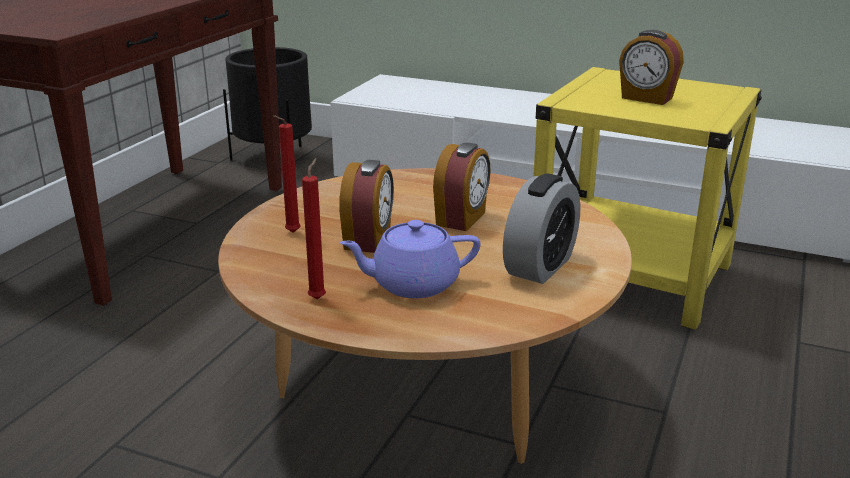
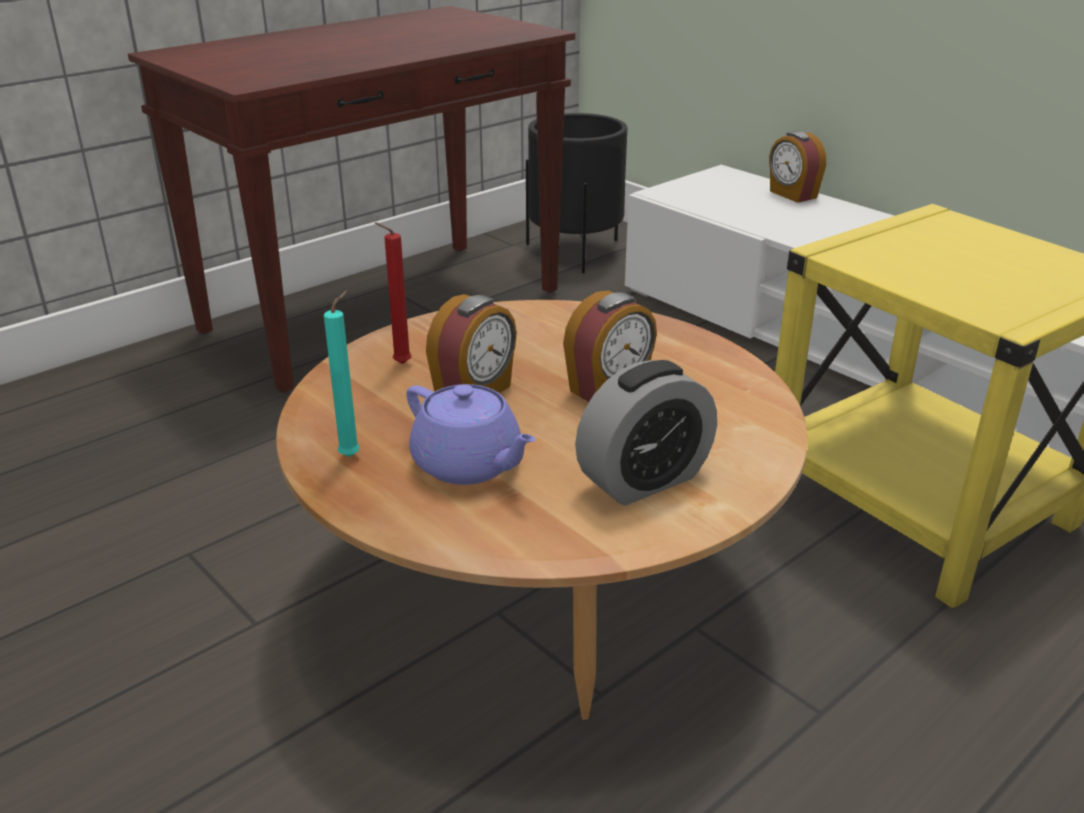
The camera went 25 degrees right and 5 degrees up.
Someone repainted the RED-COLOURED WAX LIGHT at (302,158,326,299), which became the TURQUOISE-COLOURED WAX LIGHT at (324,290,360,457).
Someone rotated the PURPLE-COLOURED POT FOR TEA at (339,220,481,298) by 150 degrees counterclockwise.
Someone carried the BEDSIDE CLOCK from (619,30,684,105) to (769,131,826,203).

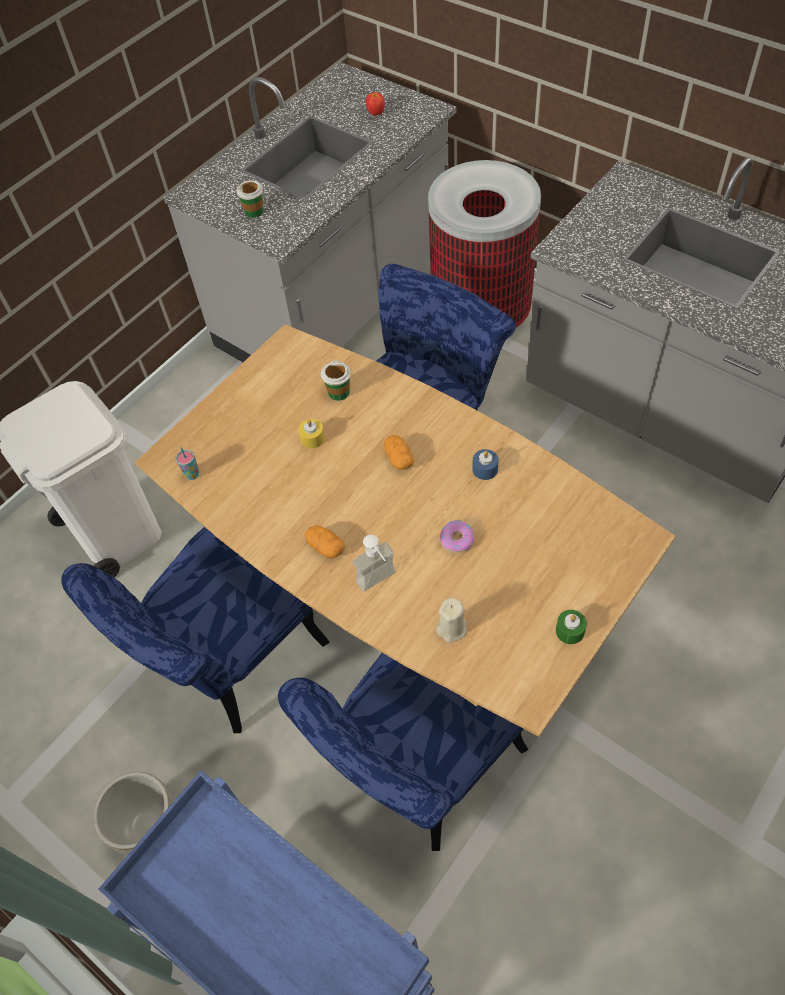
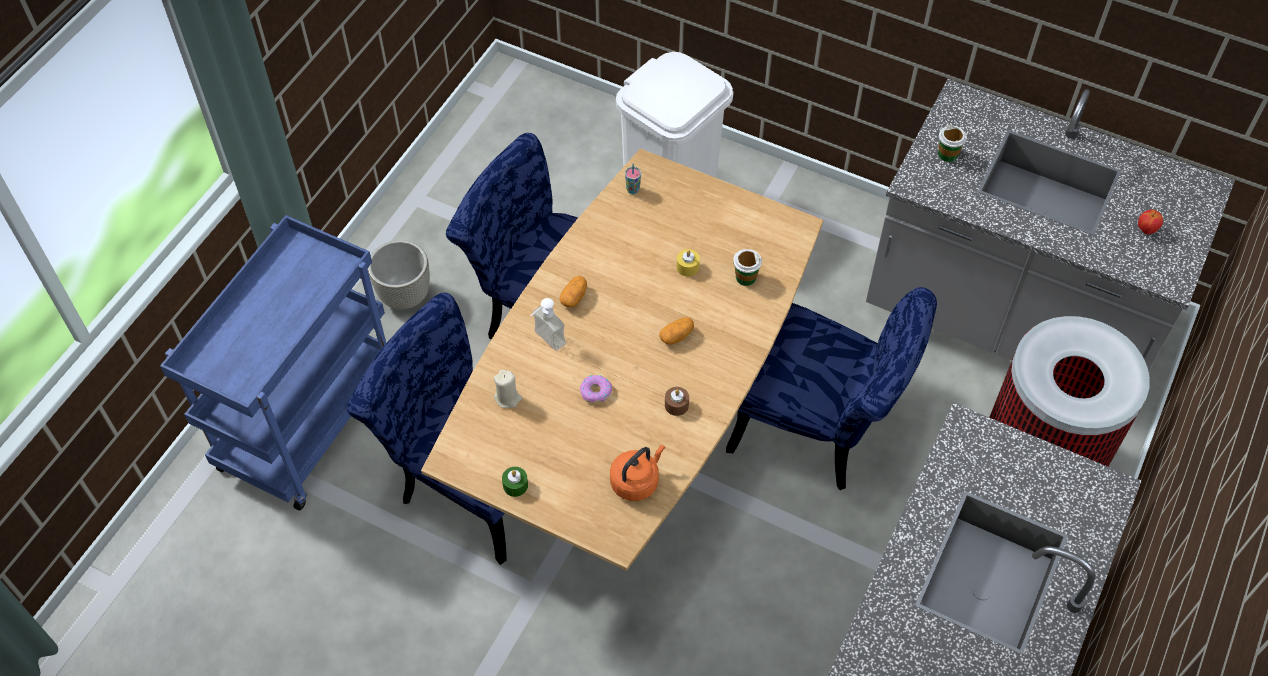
The camera went 75 degrees right and 0 degrees up.
Someone put down the ORANGE-COLOURED KETTLE at (610,445,665,501).
Someone repainted the BLUE WAX LIGHT at (472,449,499,480), which became the BROWN WAX LIGHT at (665,387,689,416).

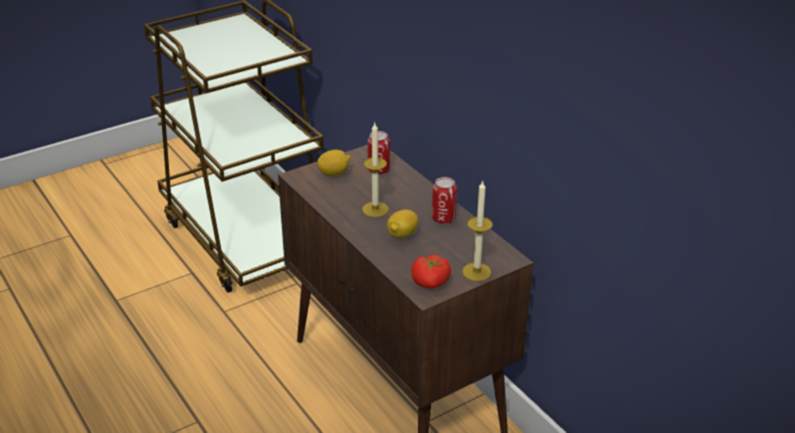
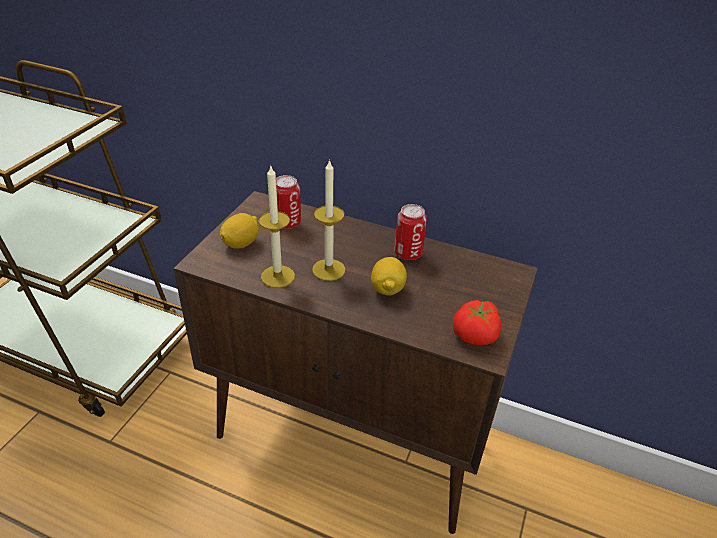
The camera went 35 degrees left and 5 degrees up.
Someone carried the WAX LIGHT from (462,180,493,281) to (259,166,295,288).

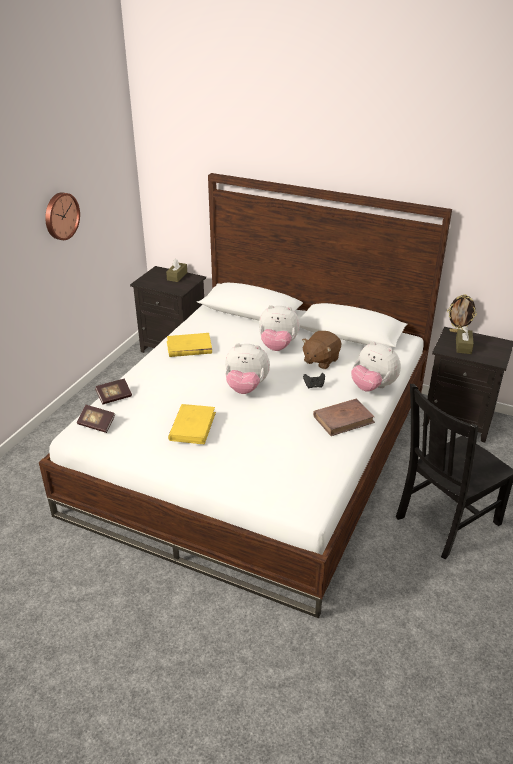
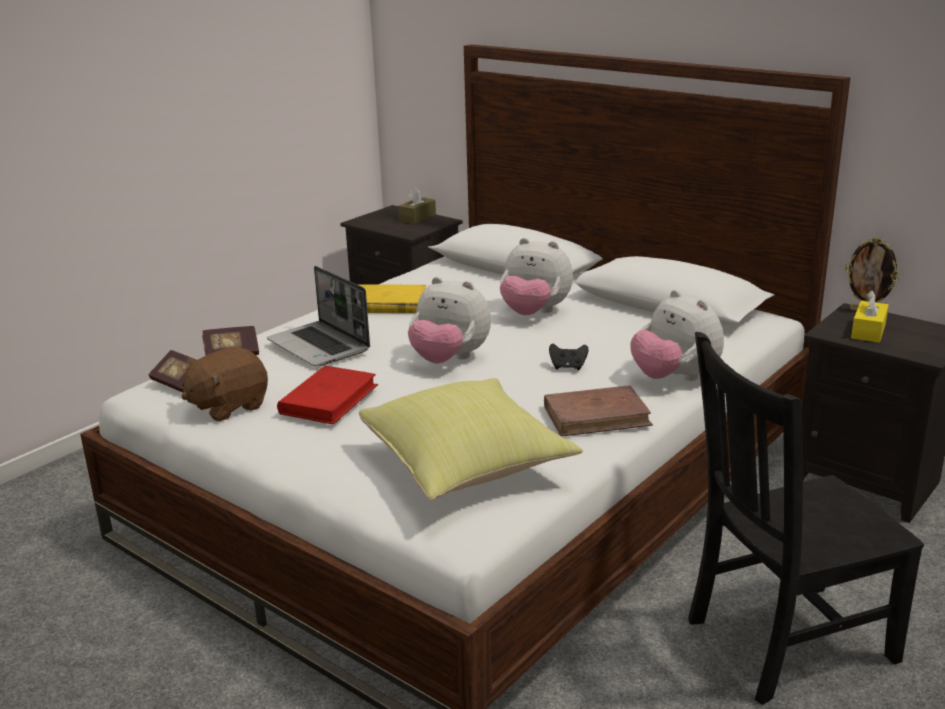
The camera went 15 degrees right and 10 degrees down.
Someone carried the BROWN SOFT TOY from (302,331,341,369) to (182,347,268,421).
Someone put down the NOTEBOOK COMPUTER at (267,266,370,366).
Someone repainted the YELLOWISH BOOK at (168,404,216,444), which became the RED-COLOURED BOOK at (277,366,378,425).
Someone put down the YELLOWISH THROW PILLOW at (359,378,583,500).
Someone repainted the BROWN TISSUE HOLDER at (456,326,474,354), which became the YELLOWISH TISSUE HOLDER at (851,290,889,343).
Someone took away the WALL CLOCK at (45,192,80,240).

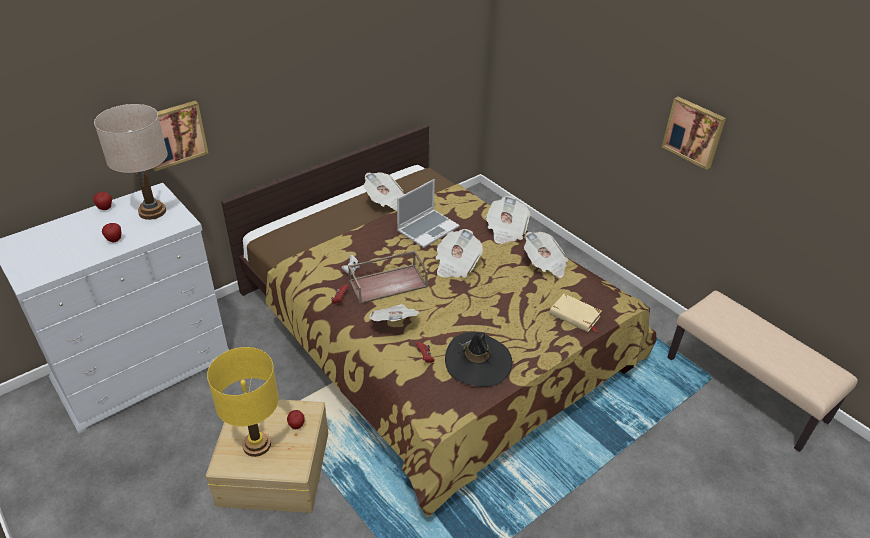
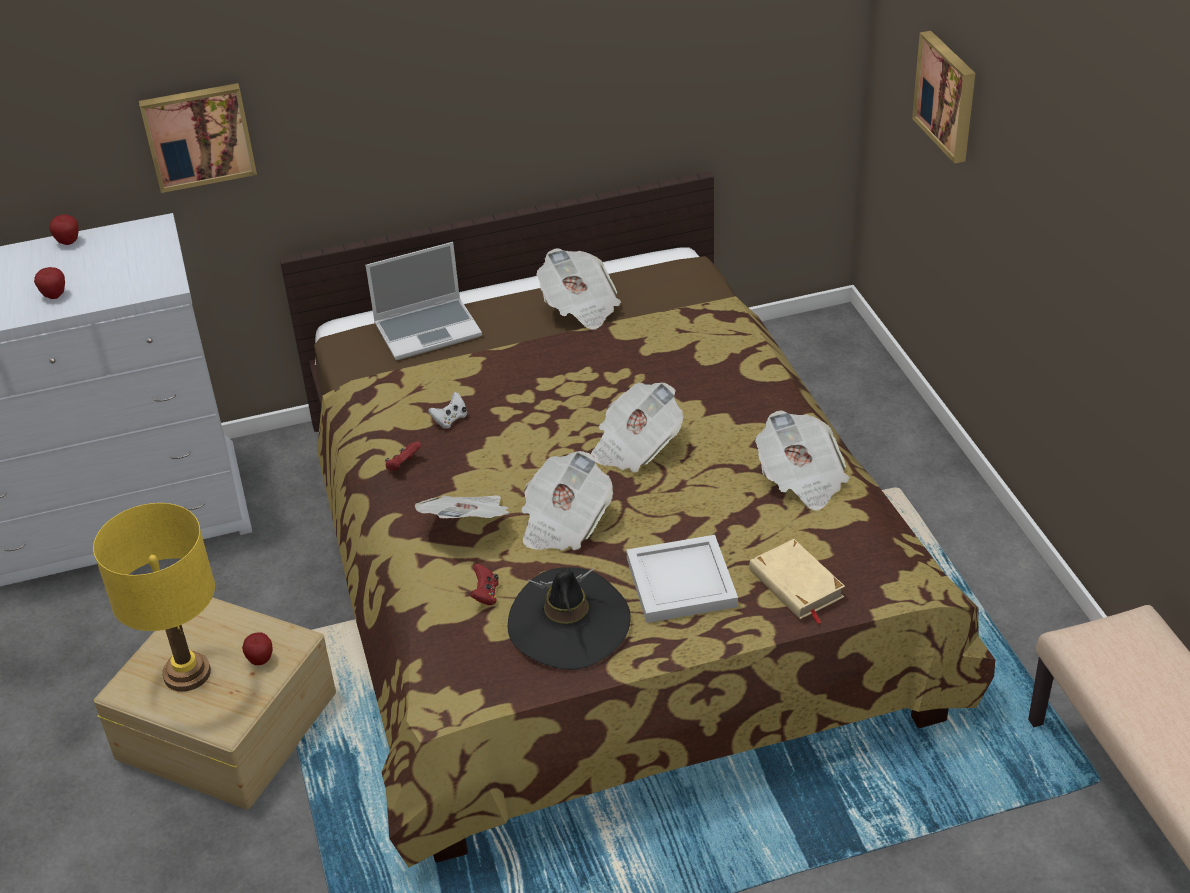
The camera went 25 degrees right and 0 degrees up.
Someone carried the NOTEBOOK COMPUTER from (397,179,460,248) to (366,242,482,360).
Someone carried the DAILY PAPER from (485,196,530,244) to (521,451,613,550).
Someone put down the WHITE-COLOURED SERVING TRAY at (627,535,738,623).
Someone carried the PICTURE from (662,97,726,170) to (912,31,975,164).
Someone took away the SAND-COLOURED TABLE LAMP at (94,104,168,220).
Someone took away the BROWN SERVING TRAY at (348,250,428,304).

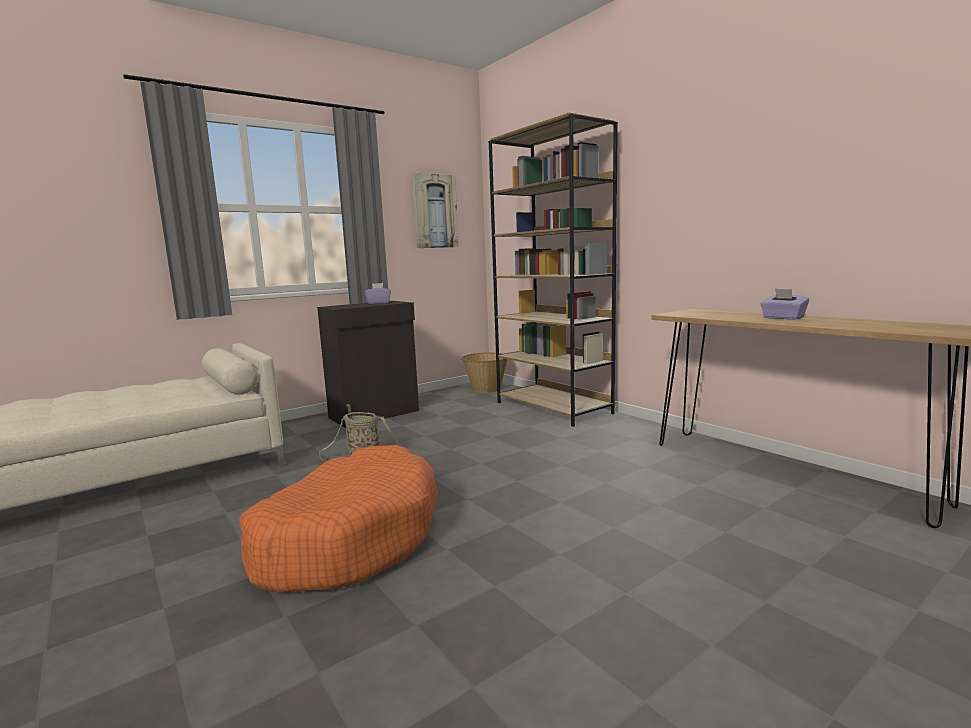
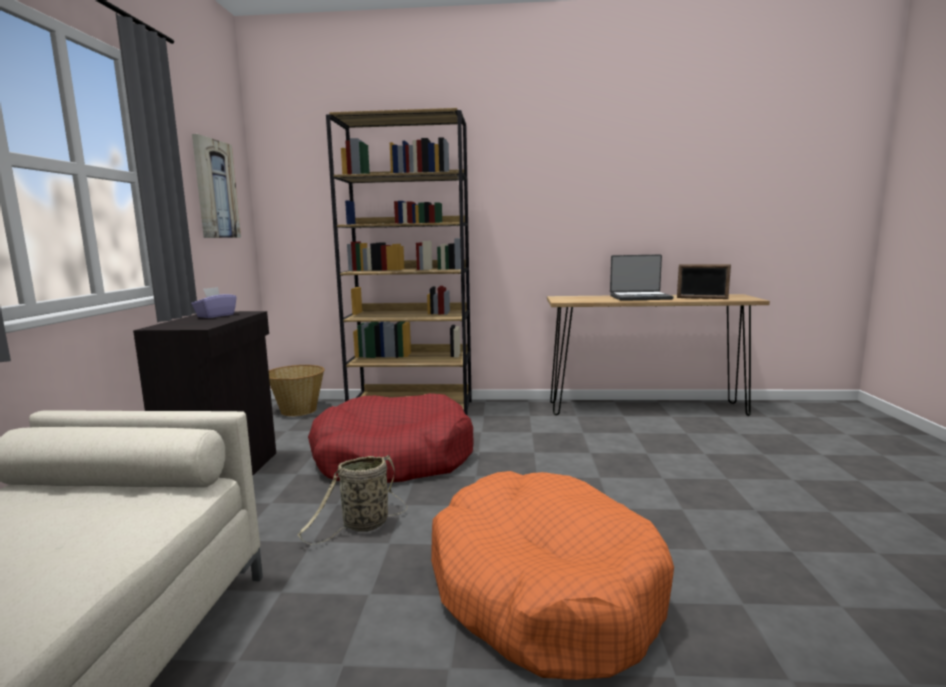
The camera went 50 degrees left and 0 degrees up.
Someone put down the RED-COLOURED DOG CUSHION at (308,393,474,483).
Someone swapped the PURPLE-COLOURED TISSUE HOLDER at (761,289,809,320) for the NOTEBOOK COMPUTER at (610,254,674,301).
Someone put down the PICTURE FRAME at (677,264,731,299).

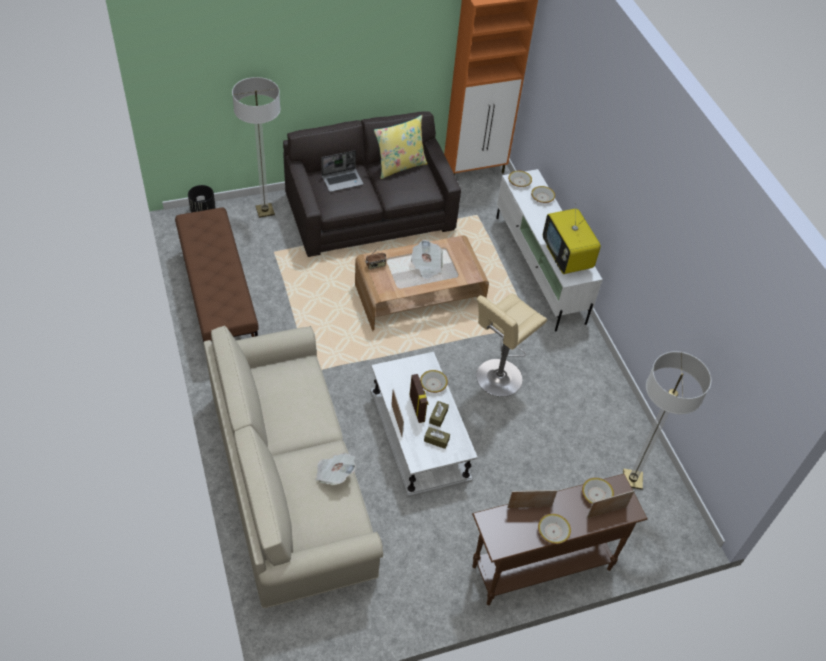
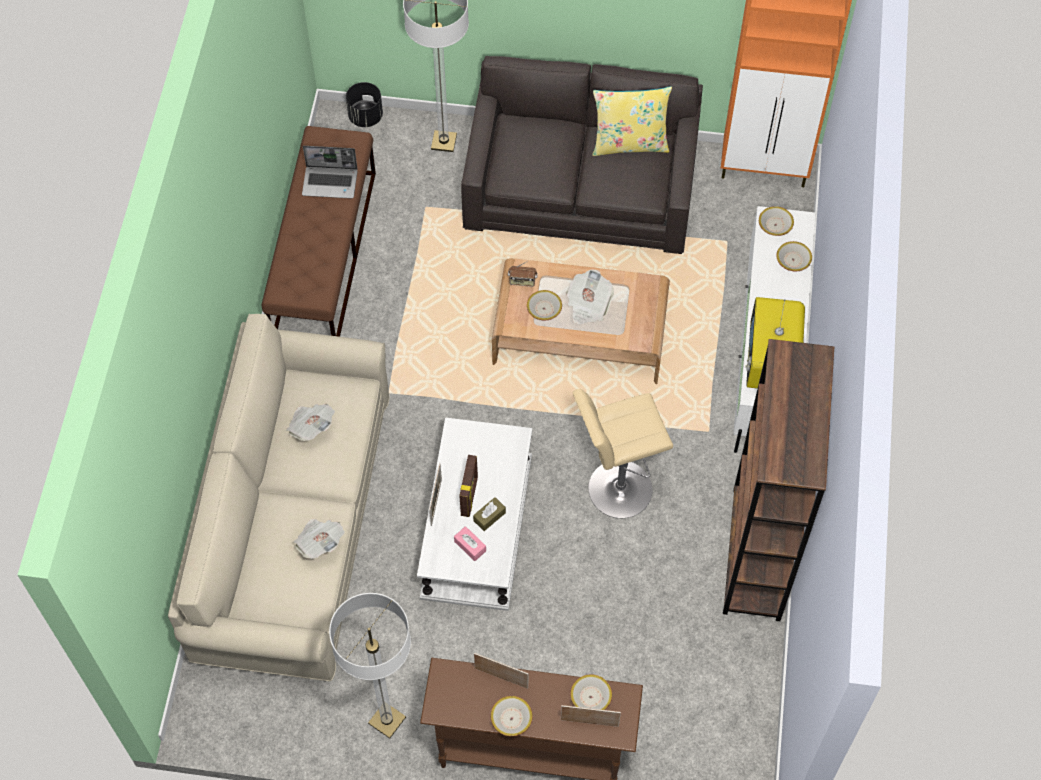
The camera went 30 degrees right and 10 degrees up.
Someone put down the DAILY PAPER at (286,404,335,441).
Someone carried the NOTEBOOK COMPUTER from (321,150,364,192) to (302,146,358,199).
Someone carried the STANDARD LAMP from (623,351,711,490) to (329,593,411,739).
Someone repainted the BROWN TISSUE HOLDER at (424,427,450,449), which became the PINKISH TISSUE HOLDER at (454,526,486,561).
Someone carried the BOWL from (420,370,448,393) to (527,290,562,320).
Someone put down the BROWN BOOKSHELF at (723,339,834,621).

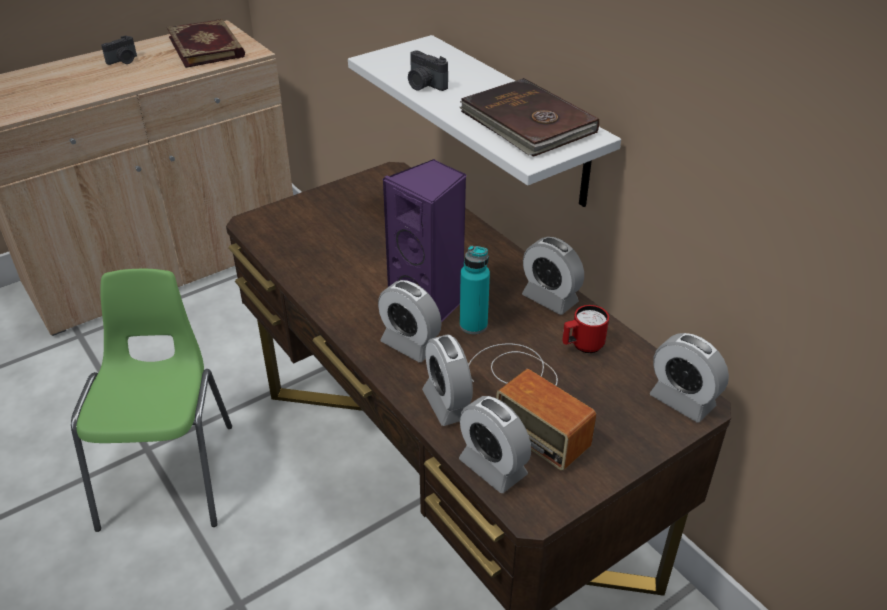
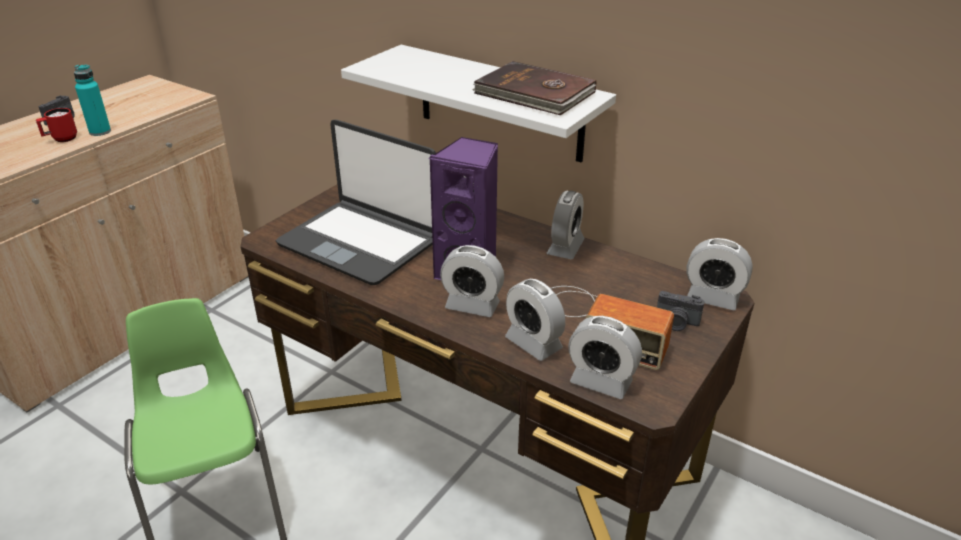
The camera went 20 degrees left and 5 degrees down.
Someone carried the RED-COLOURED MUG from (562,305,609,353) to (36,108,77,142).
Someone carried the TURQUOISE-COLOURED BEVERAGE BOTTLE from (460,246,490,334) to (74,65,111,136).
Someone put down the NOTEBOOK COMPUTER at (276,120,436,285).
Someone rotated the BEDSIDE CLOCK at (522,237,584,315) by 90 degrees counterclockwise.
Someone carried the PHOTO CAMERA from (408,50,448,91) to (657,291,705,331).
Someone took away the BOOK at (167,19,245,68).

